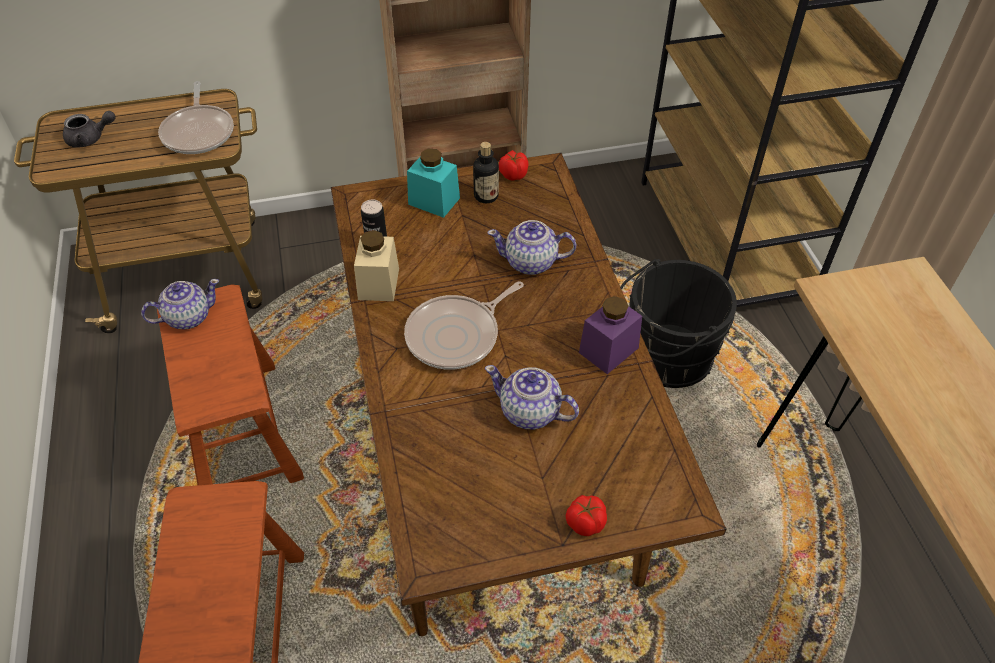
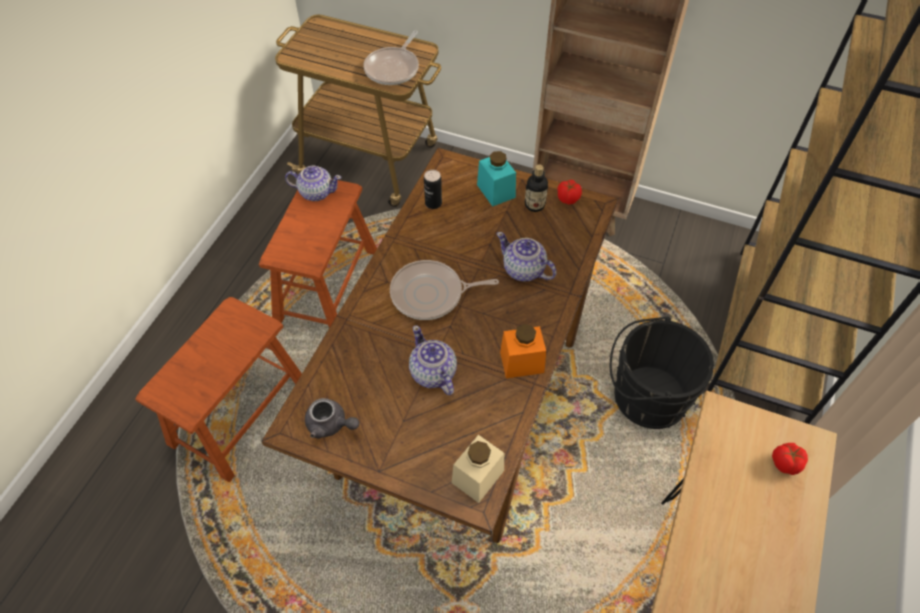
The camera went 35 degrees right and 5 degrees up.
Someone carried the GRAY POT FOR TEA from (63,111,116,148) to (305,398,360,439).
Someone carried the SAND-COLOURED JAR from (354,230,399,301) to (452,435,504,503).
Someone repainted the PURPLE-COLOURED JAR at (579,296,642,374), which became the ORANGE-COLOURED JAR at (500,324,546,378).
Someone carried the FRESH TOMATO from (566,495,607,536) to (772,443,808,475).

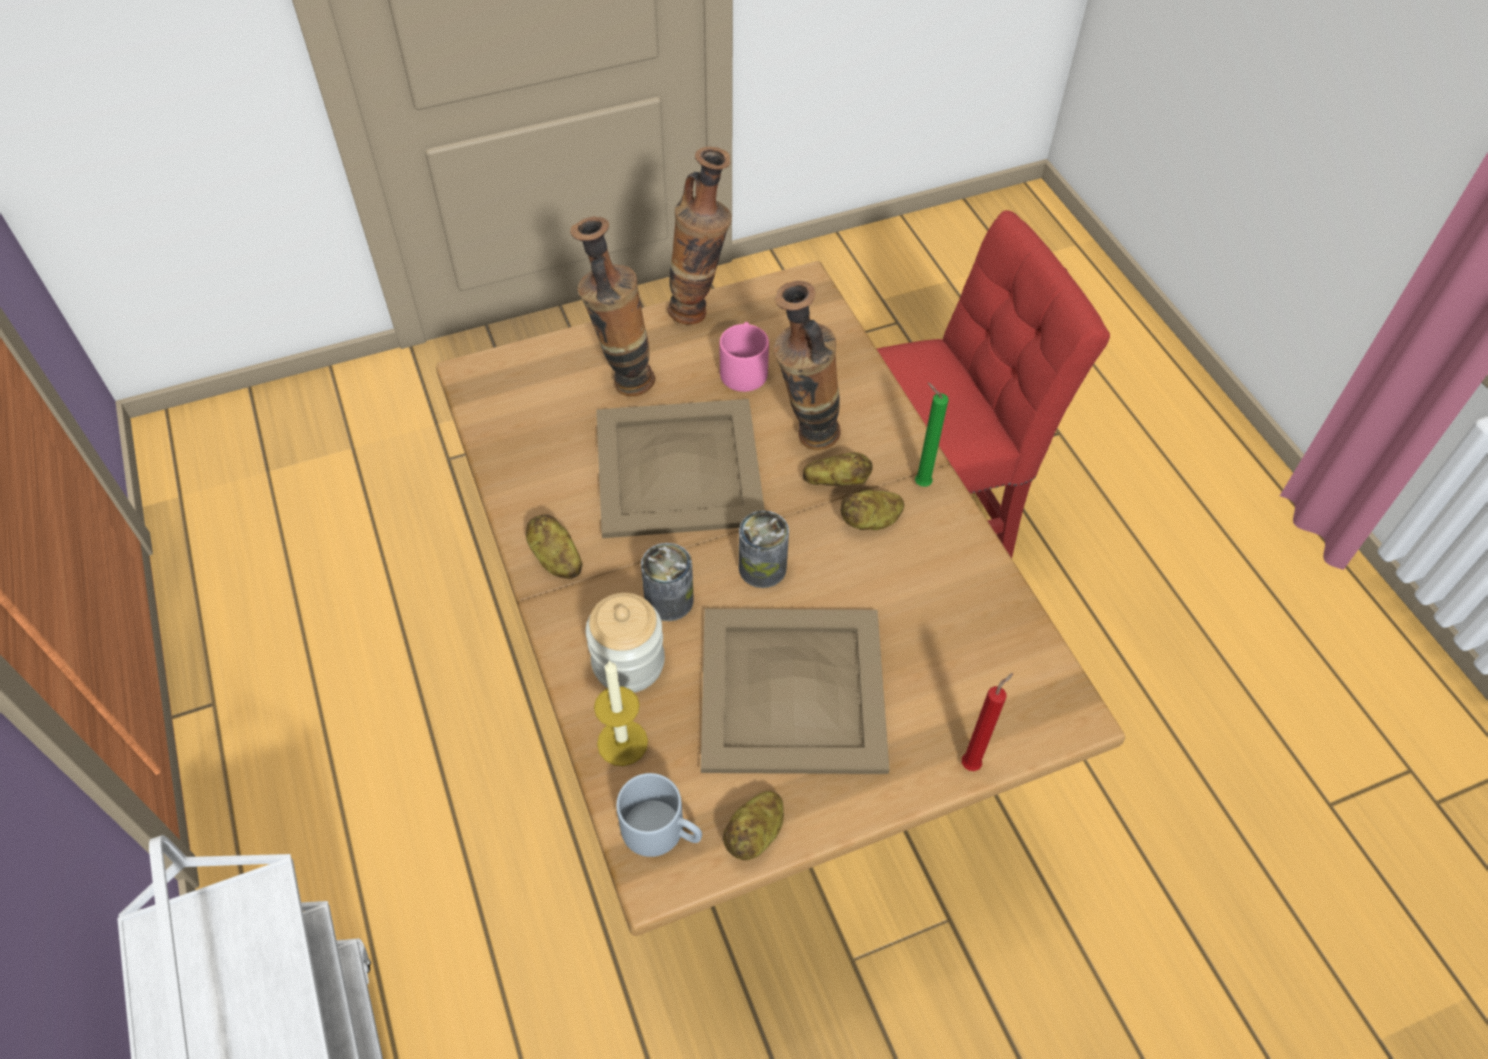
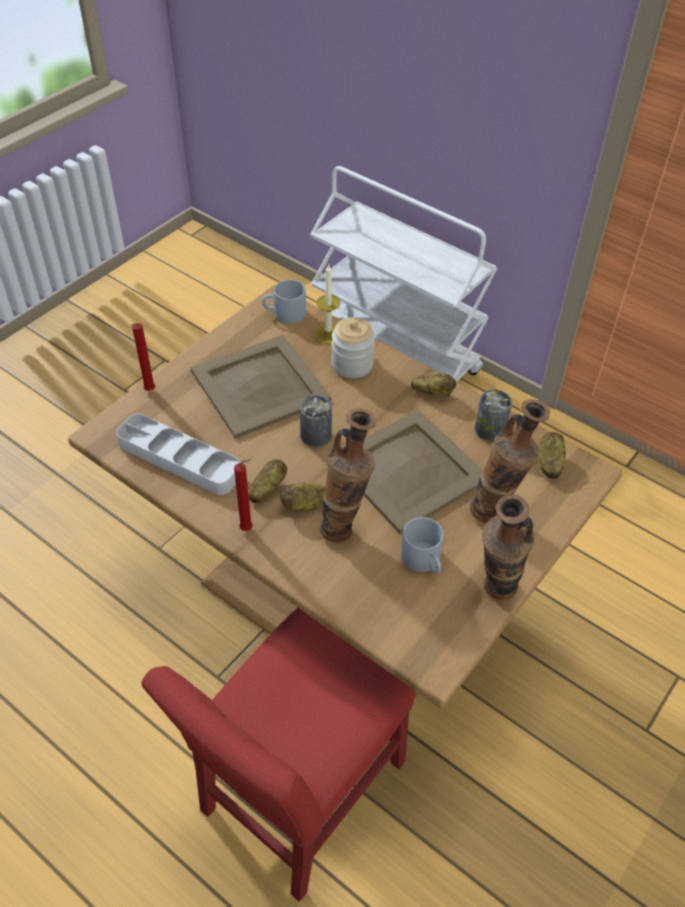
The camera went 150 degrees right and 5 degrees down.
Someone put down the GRAY SERVING TRAY at (116,414,240,495).
Someone repainted the GREEN-COLOURED WAX LIGHT at (915,383,949,487), which became the RED-COLOURED WAX LIGHT at (234,459,253,531).
Someone repainted the PINKISH MUG at (720,322,769,392), which became the GRAY MUG at (401,517,444,574).
Someone carried the CAN from (641,543,694,621) to (475,390,512,442).
Someone carried the POTATO from (723,791,784,860) to (538,432,566,479).

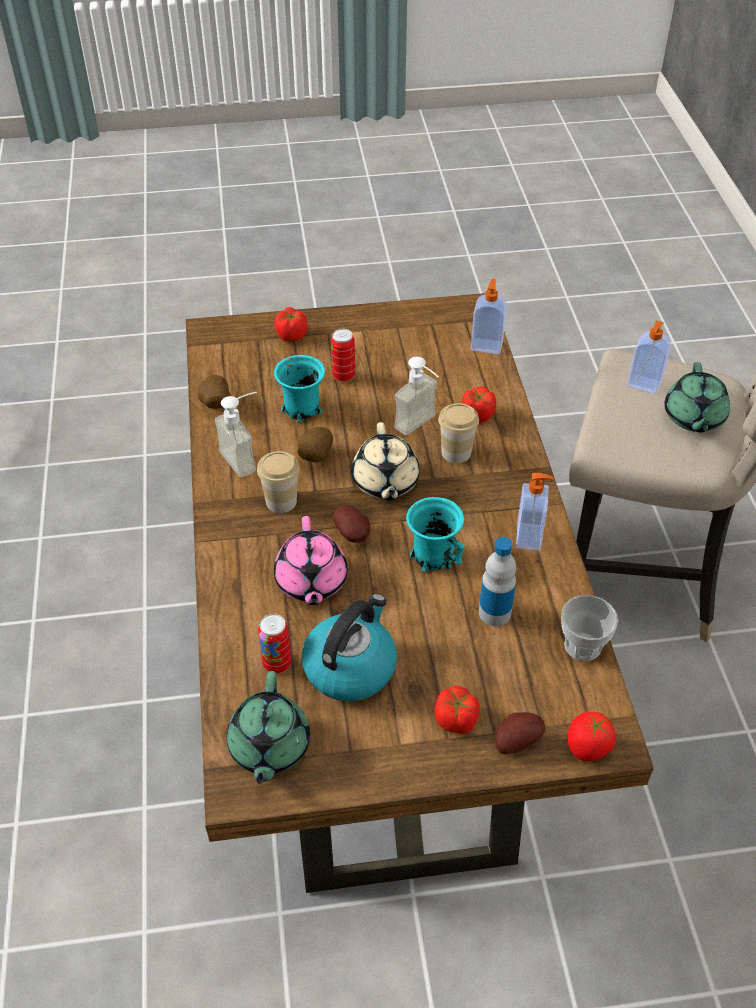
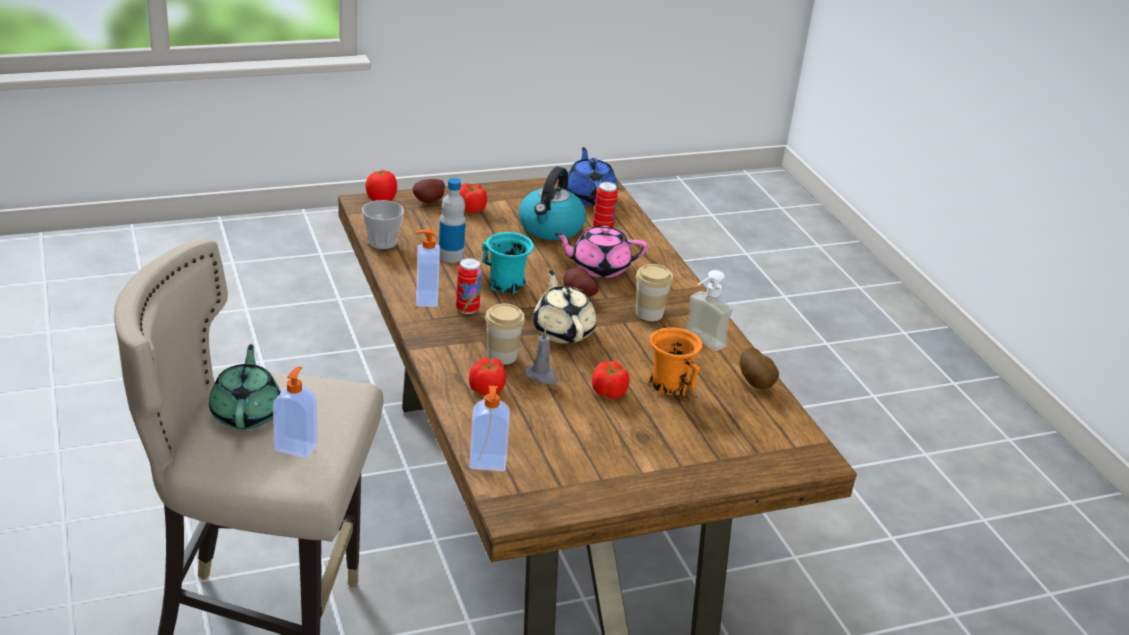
The camera went 165 degrees right and 15 degrees down.
Someone carried the CAN from (331,329,355,382) to (456,258,482,314).
Someone swapped the LIQUID SOAP BOTTLE at (394,357,439,435) for the GRAY WAX LIGHT at (525,328,558,384).
Someone rotated the PINKISH POT FOR TEA at (274,516,348,605) by 75 degrees counterclockwise.
Someone repainted the GREEN-COLOURED POT FOR TEA at (227,671,310,784), which became the BLUE POT FOR TEA at (567,147,618,206).
Someone carried the FRESH TOMATO from (274,307,308,342) to (592,361,630,399).
Someone repainted the TURQUOISE-COLOURED MUG at (274,355,325,422), which became the ORANGE-COLOURED MUG at (648,327,702,396).
Someone took away the POTATO at (298,427,333,462).

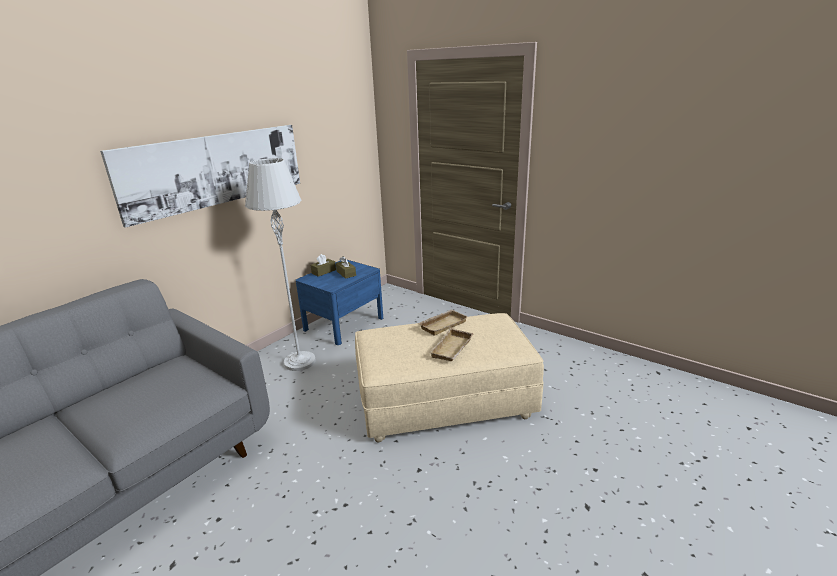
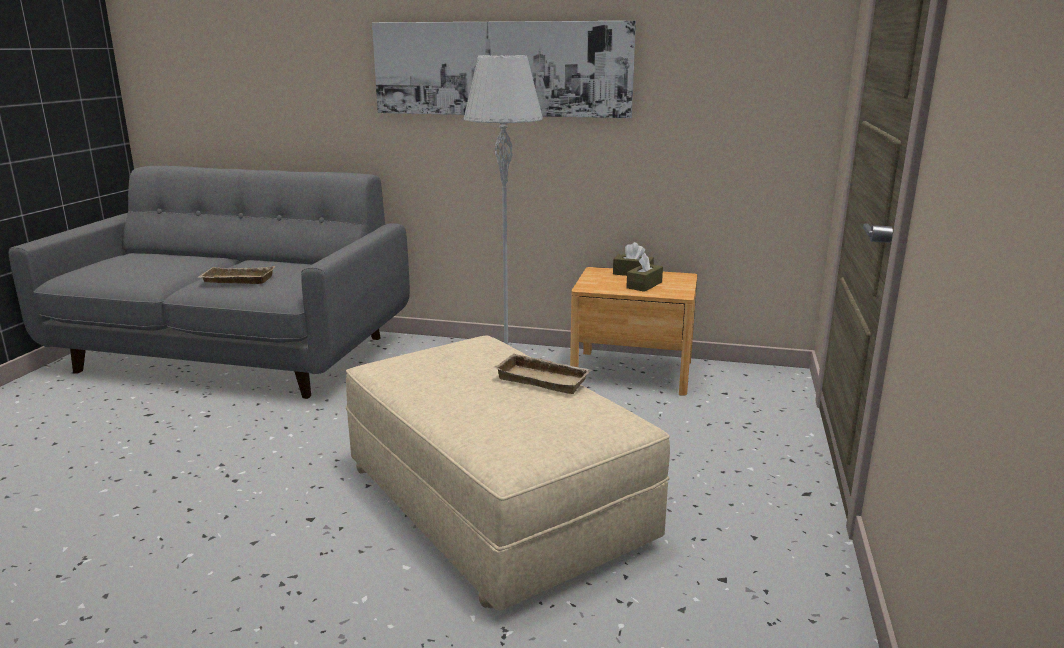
The camera went 65 degrees right and 5 degrees down.
Someone carried the SAND-COLOURED SERVING TRAY from (429,328,474,361) to (199,266,275,284).
Someone repainted the BLUE BEDSIDE TABLE at (296,260,383,345), which became the BROWN BEDSIDE TABLE at (570,267,697,396).

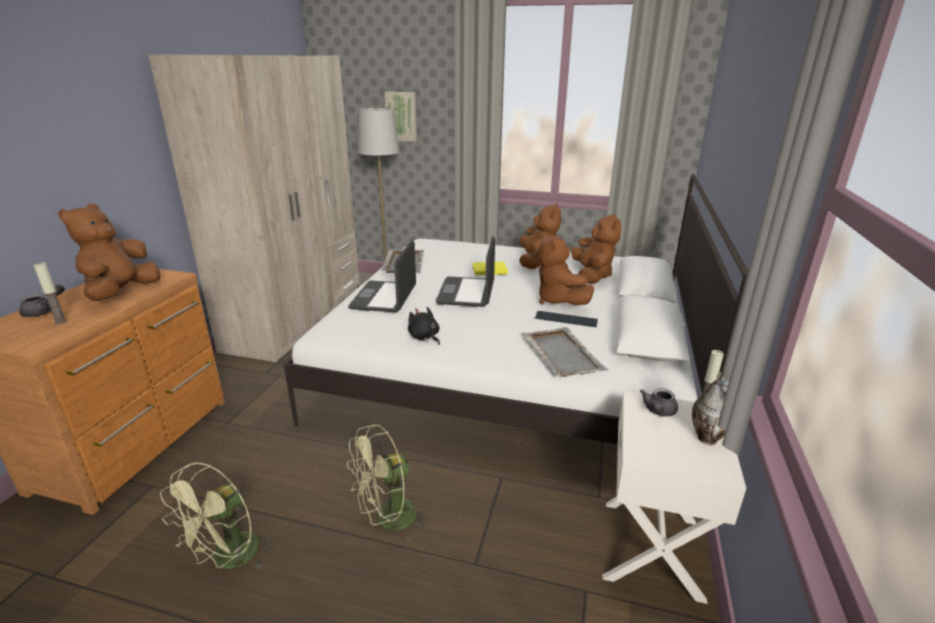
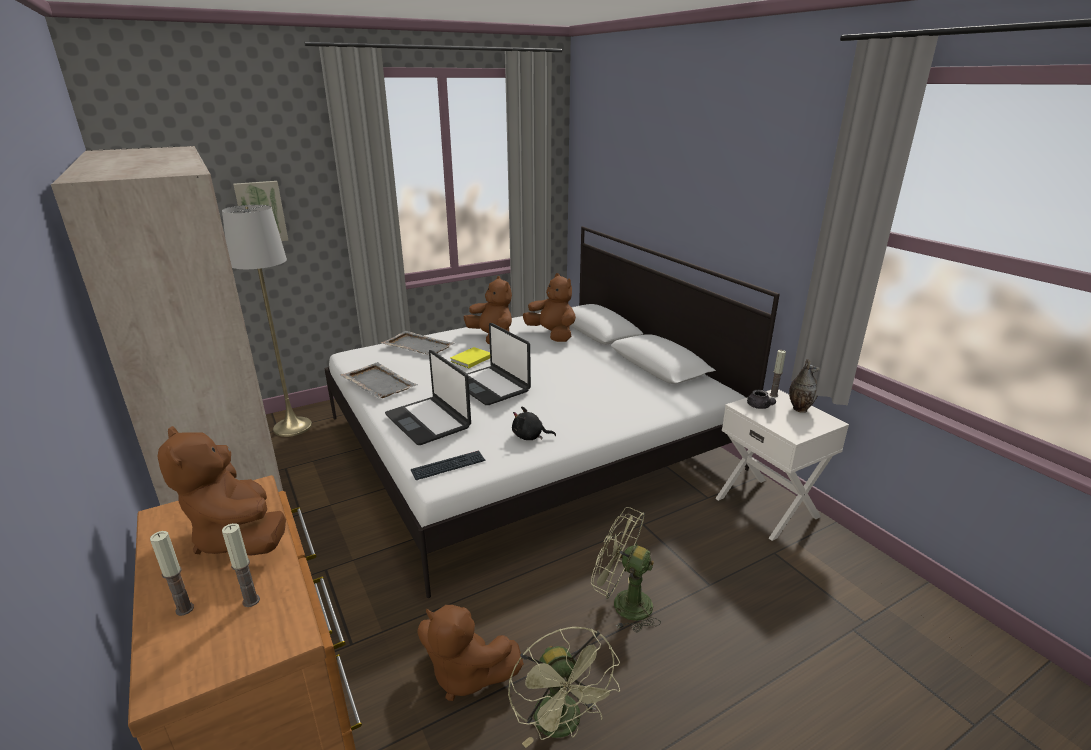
The camera went 45 degrees left and 0 degrees up.
Someone swapped the GRAY POT FOR TEA at (19,285,65,317) for the WAX LIGHT at (150,531,194,616).
Someone carried the GRAY SERVING TRAY from (522,327,609,377) to (382,331,455,355).
Someone carried the PC KEYBOARD from (535,311,598,327) to (411,450,485,480).
Someone carried the BROWN SOFT TOY from (538,233,594,305) to (417,605,524,701).
Someone rotated the GREEN-COLOURED COOLING FAN at (347,424,430,540) by 105 degrees clockwise.

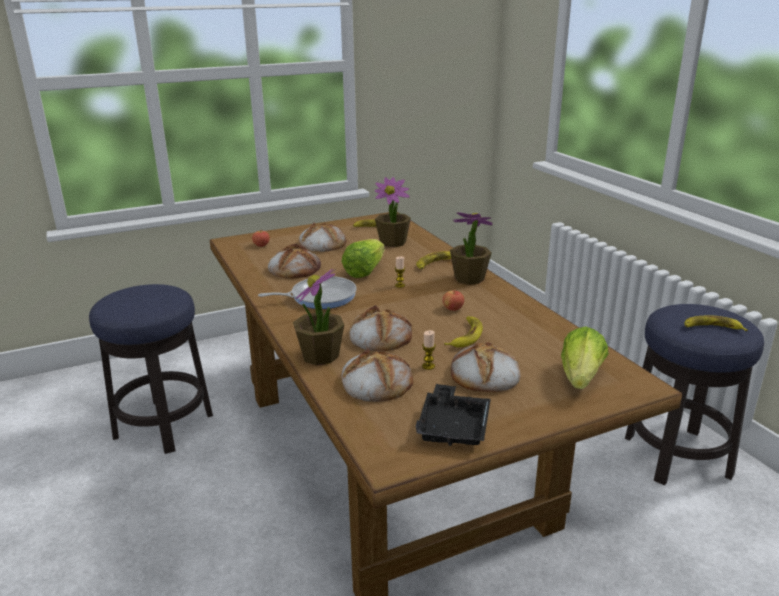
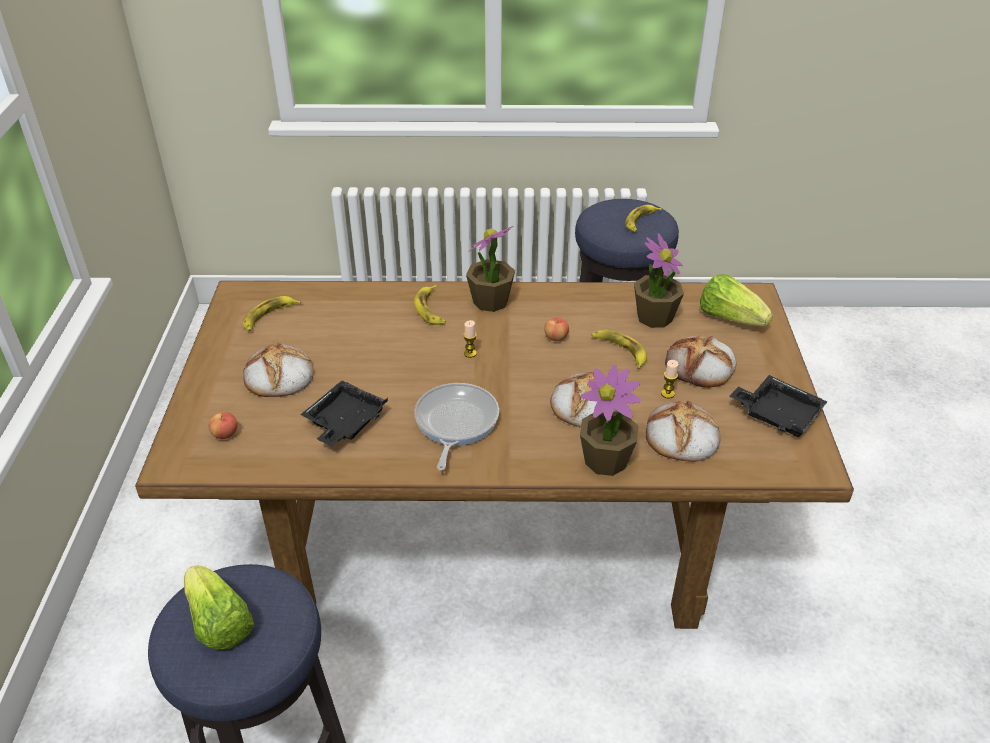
The camera went 65 degrees left and 15 degrees up.
Someone carried the LETTUCE HEAD from (341,239,385,278) to (184,565,254,650).
Someone swapped the BAKED BREAD at (268,243,321,279) for the BLACKISH SERVING TRAY at (301,380,388,447).
Someone carried the HOUSEPLANT from (375,177,411,247) to (634,233,684,328).

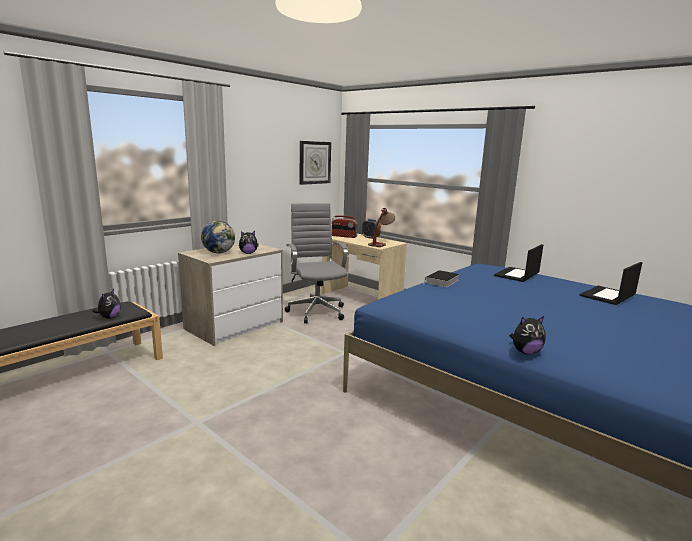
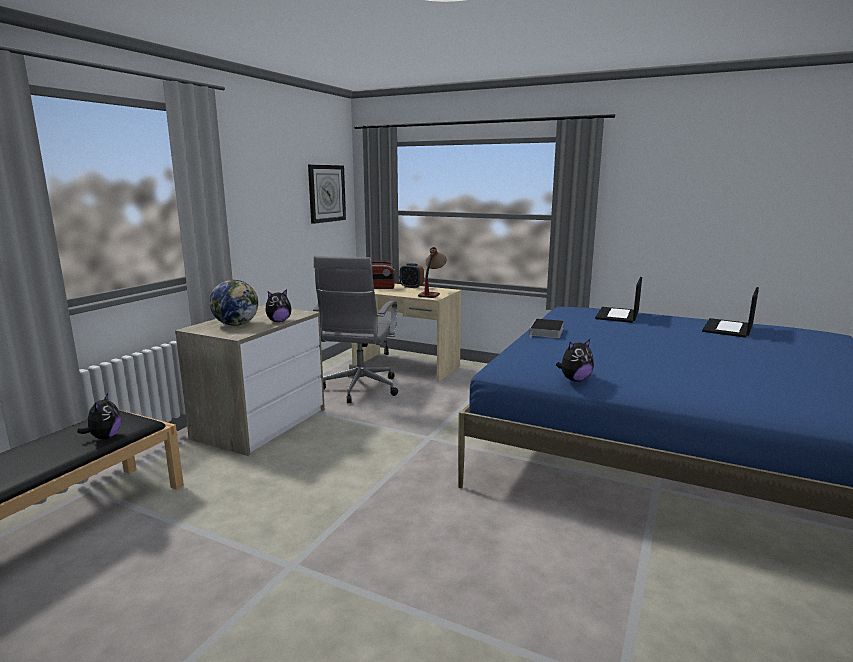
The camera went 15 degrees left and 0 degrees up.
Someone rotated the GRAY COMPUTER CHAIR at (284,203,348,323) by 135 degrees counterclockwise.
Someone carried the SOFT TOY from (510,316,545,355) to (556,339,594,382).

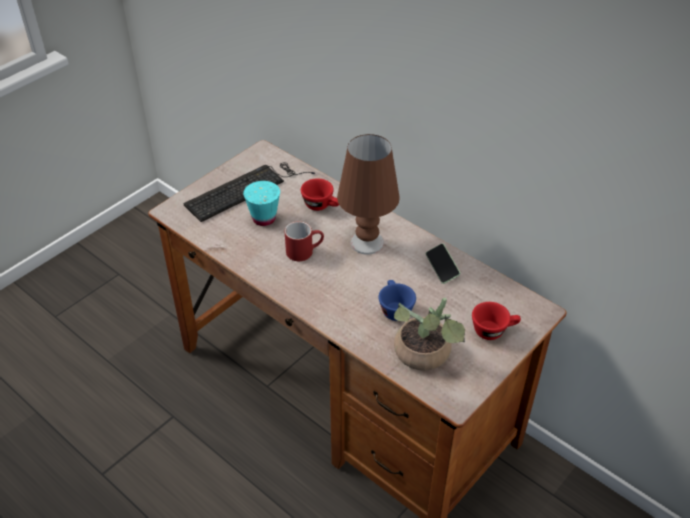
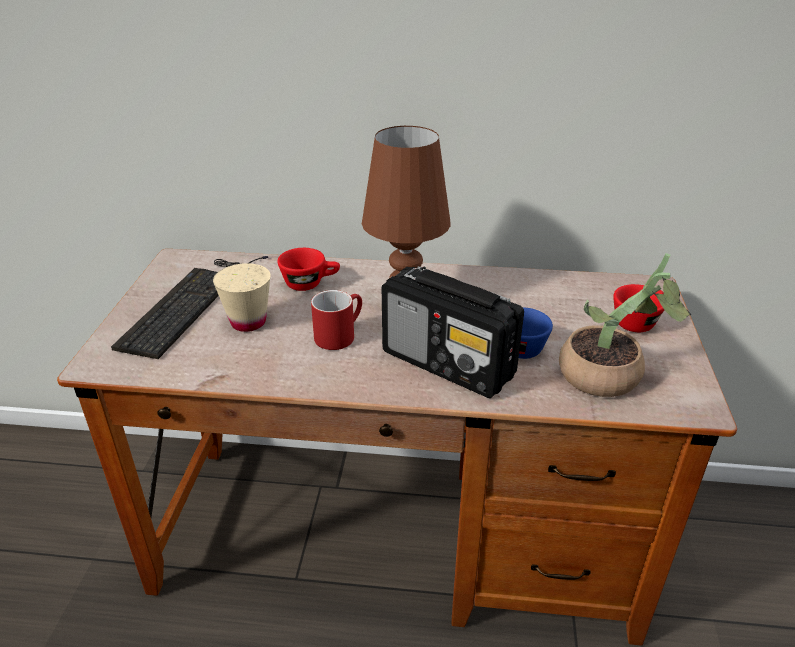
The camera went 35 degrees left and 10 degrees down.
Someone repainted the TURQUOISE-COLOURED SMALL CUP at (243,181,280,226), which became the SAND-COLOURED SMALL CUP at (213,263,271,332).
Someone put down the RADIO at (382,266,524,398).
Someone took away the HANDSET at (426,244,460,284).

